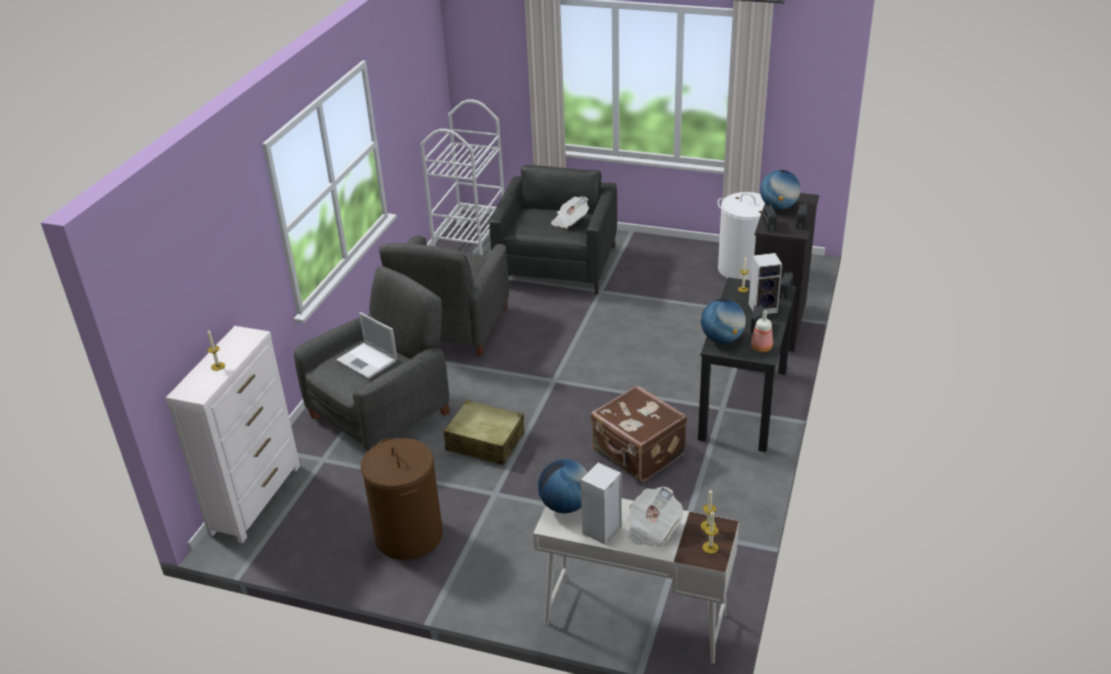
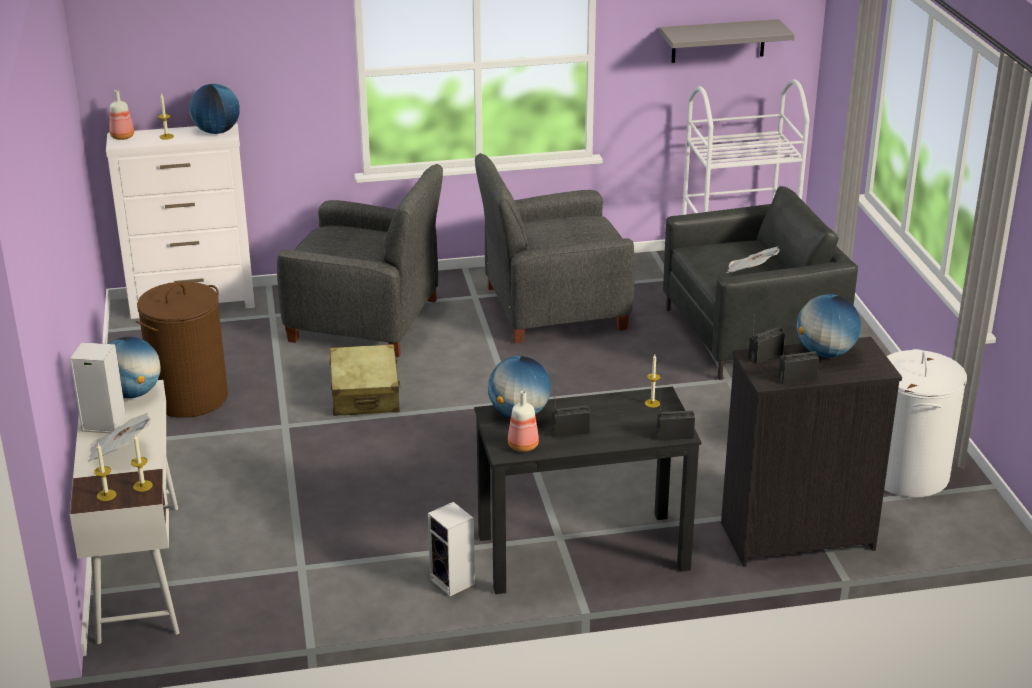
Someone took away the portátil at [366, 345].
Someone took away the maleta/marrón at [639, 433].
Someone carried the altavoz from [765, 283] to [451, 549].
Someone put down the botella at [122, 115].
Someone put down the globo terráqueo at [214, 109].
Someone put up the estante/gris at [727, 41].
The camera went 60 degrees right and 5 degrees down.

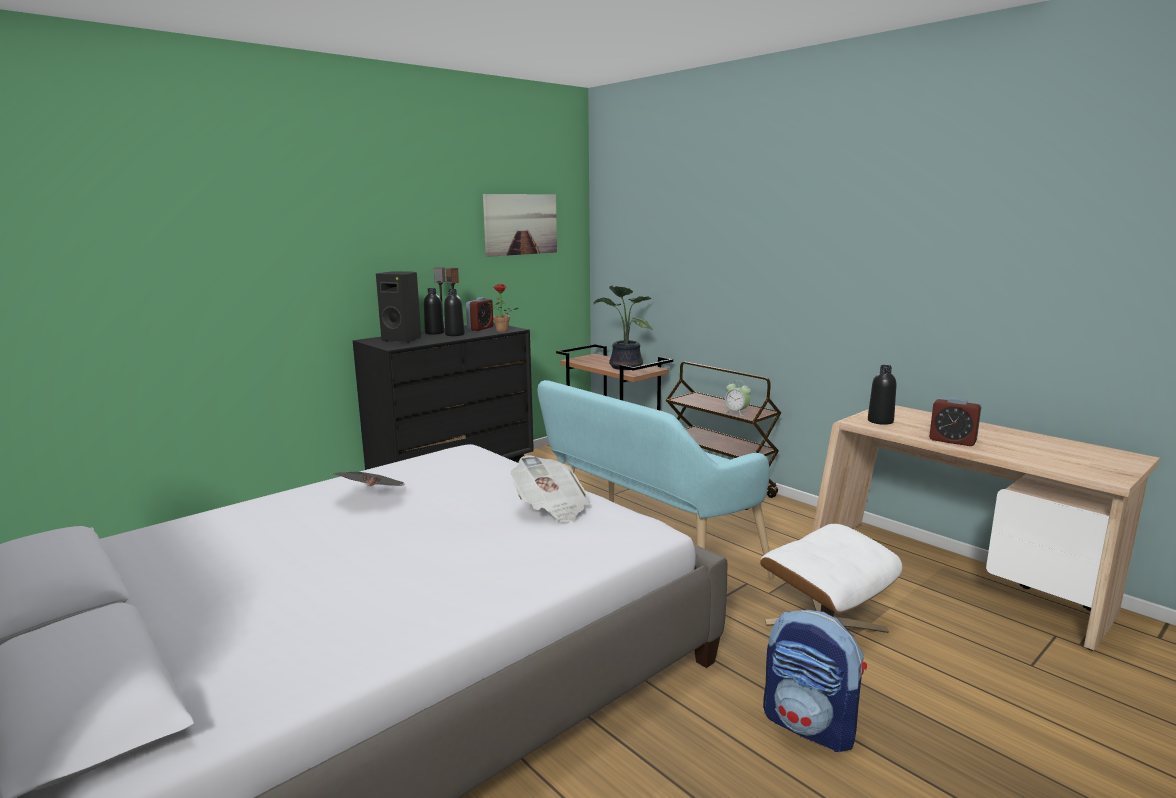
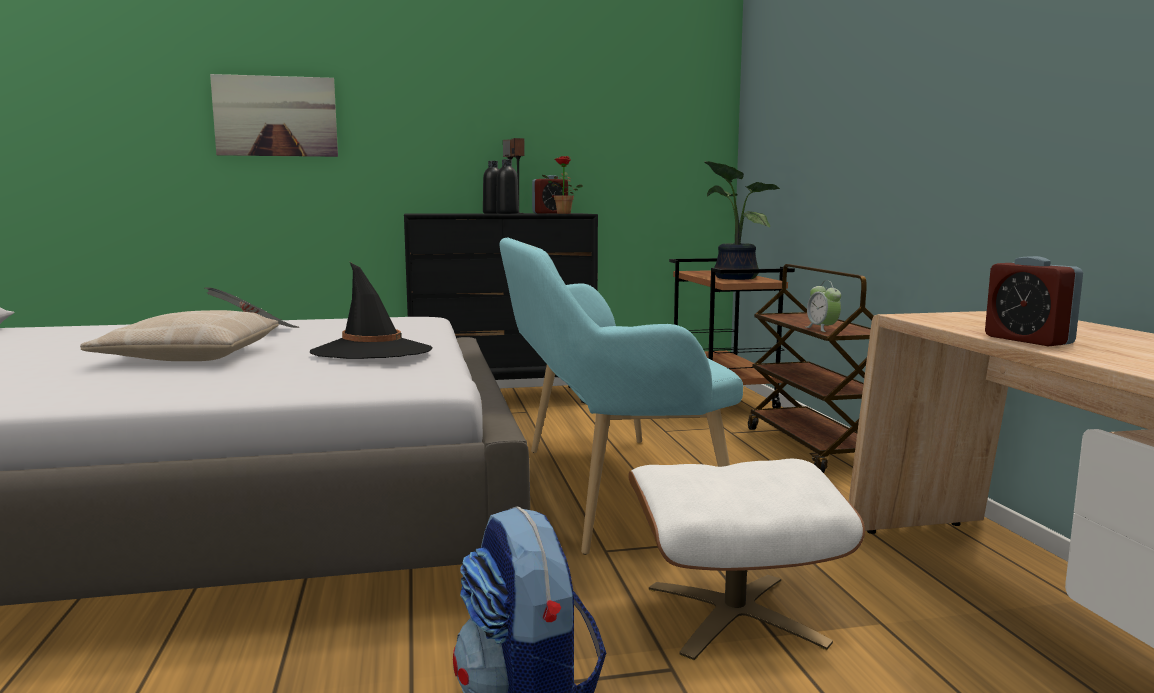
Someone took away the altavoz/negro at [398, 307].
Someone carried the cuadro from [520, 225] to [274, 115].
Someone swapped the periódico at [550, 489] for the sombrero/negro at [371, 310].
Someone took away the botella/negro at [882, 395].
Someone put down the cojín/beis at [179, 335].
The camera went 30 degrees right and 5 degrees down.

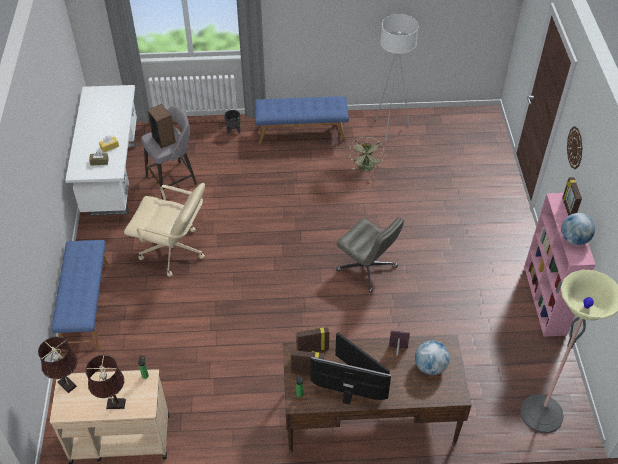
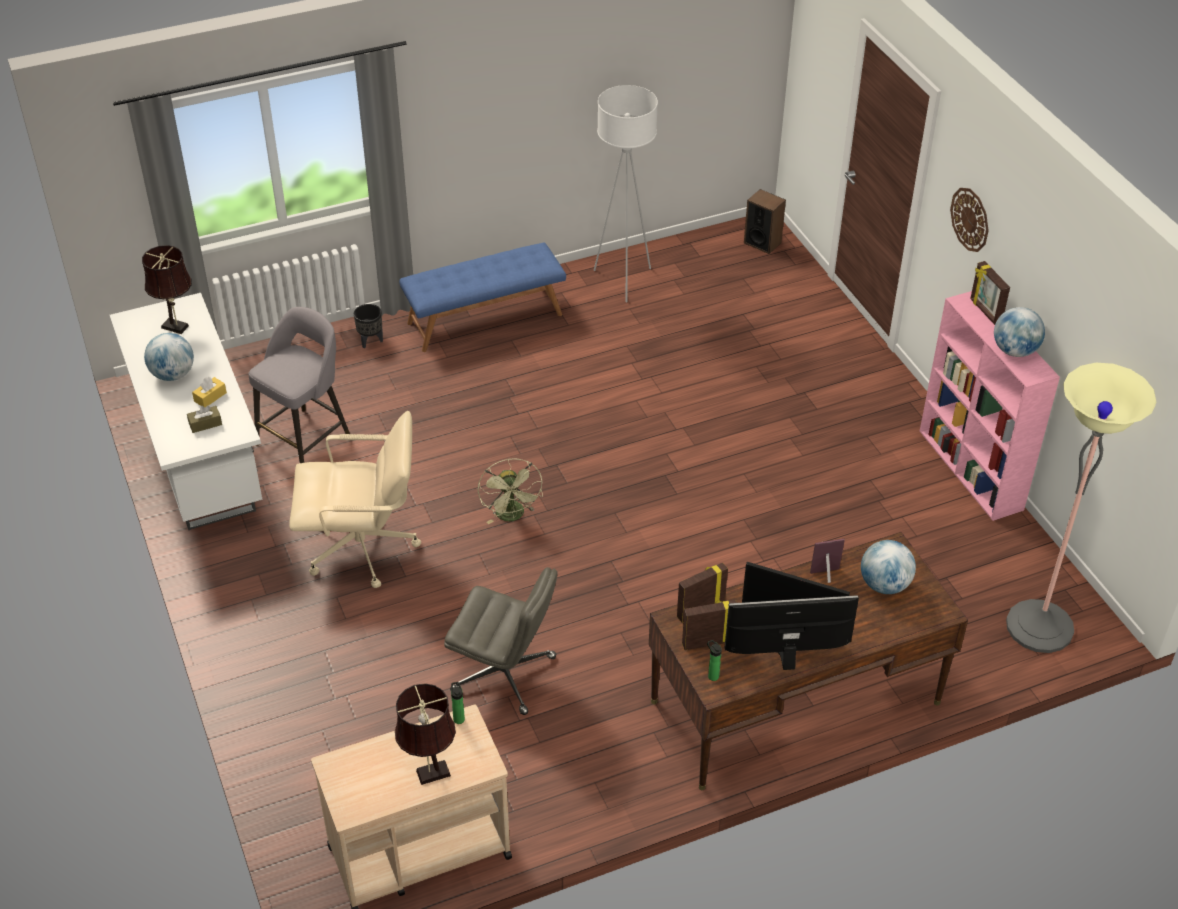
Someone carried the lámpara de mesa/marrón from [58, 365] to [167, 289].
Someone took away the banco/azul at [80, 295].
Someone carried the altavoz from [161, 126] to [765, 221].
Someone carried the silla de oficina/gris from [370, 255] to [500, 641].
Someone carried the ventilador/verde from [367, 154] to [510, 491].
Someone put down the globo terráqueo at [169, 357].
The camera went 20 degrees left and 5 degrees down.

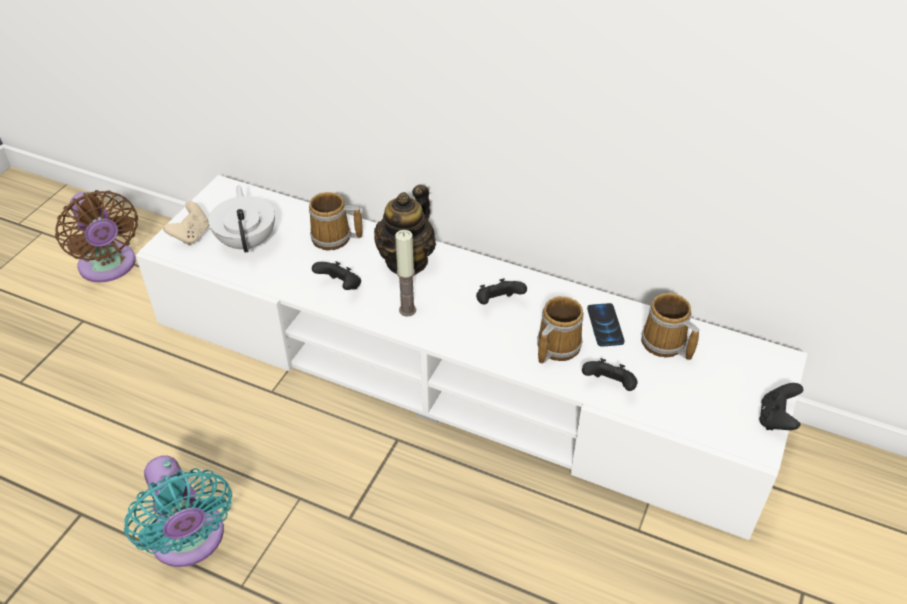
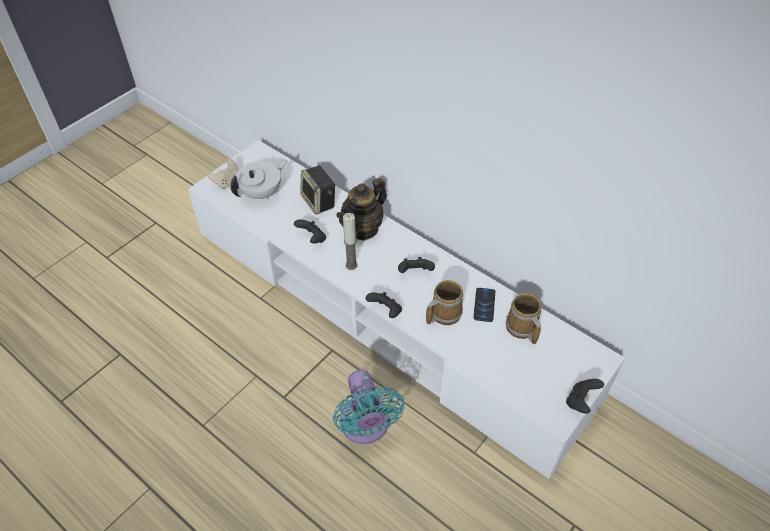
Someone took away the ventilador/marrón at [96, 236].
Someone carried the ventilador/turquesa from [178, 511] to [369, 407].
Someone rotated the tetera/blanco at [241, 219] by 45 degrees clockwise.
Someone swapped the taza grande at [336, 221] for the altavoz at [318, 190].
Someone carried the mando de consola/negro from [609, 374] to [384, 305].
The camera went 15 degrees right and 5 degrees up.

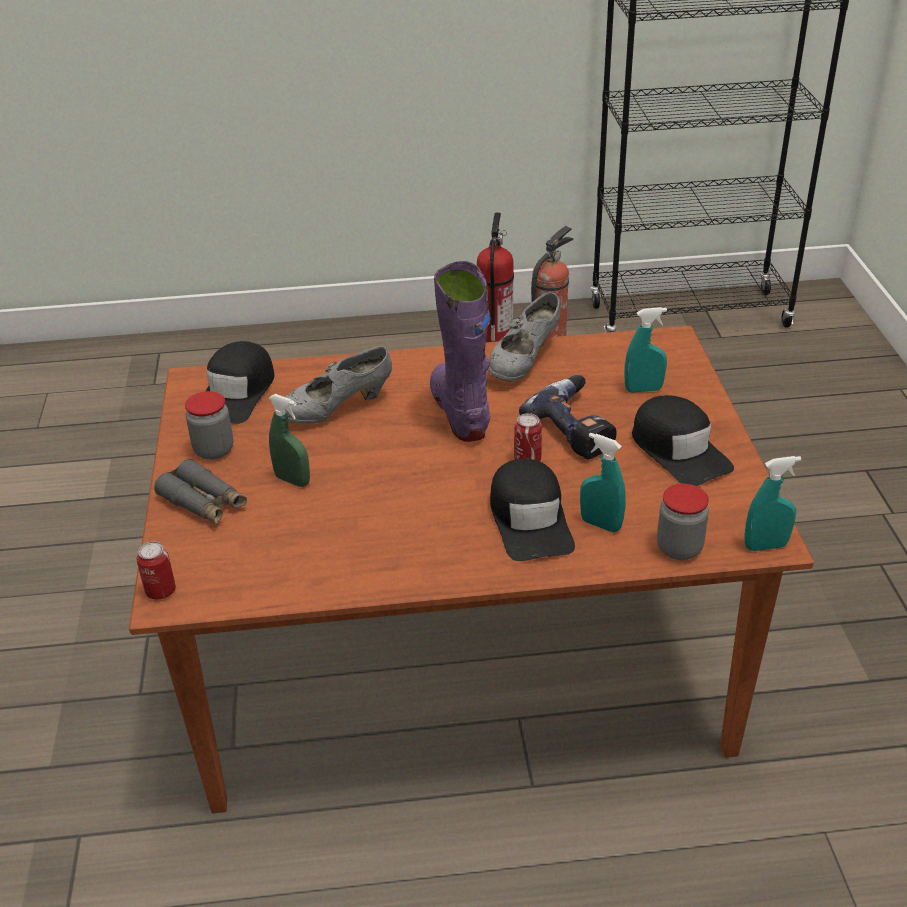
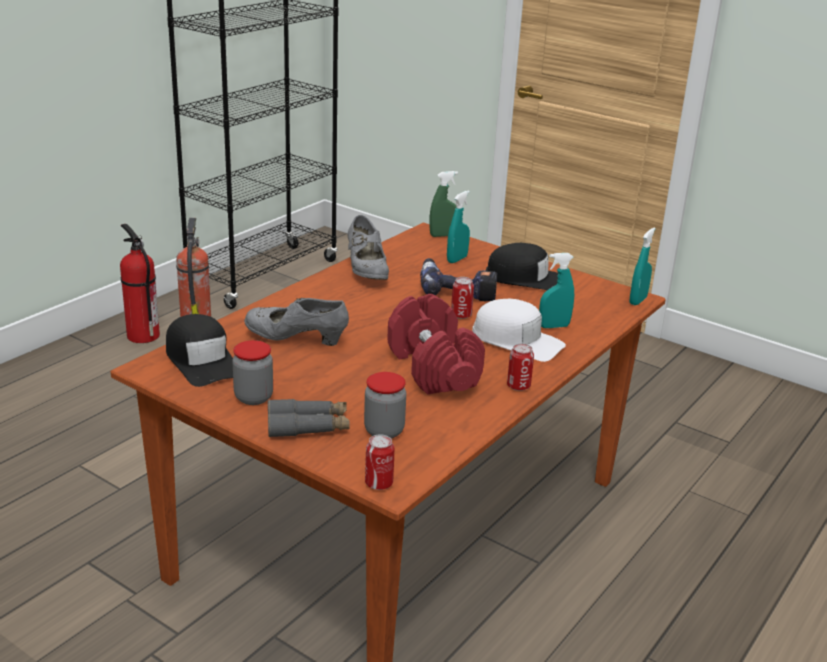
Someone carried the pulverizador/verde from [289, 440] to [444, 204].
Someone rotated the zapato/gris at [338, 385] by 90 degrees clockwise.
Someone took away the bota/morado at [460, 351].
Someone repainted the gorra/negro at [532, 509], which became the gorra/blanco at [519, 330].
Someone carried the tarro from [683, 522] to [385, 405].
Someone put down the mancuerna/rojo at [436, 344].
Someone put down the lata at [520, 367].
The camera went 50 degrees left and 10 degrees down.

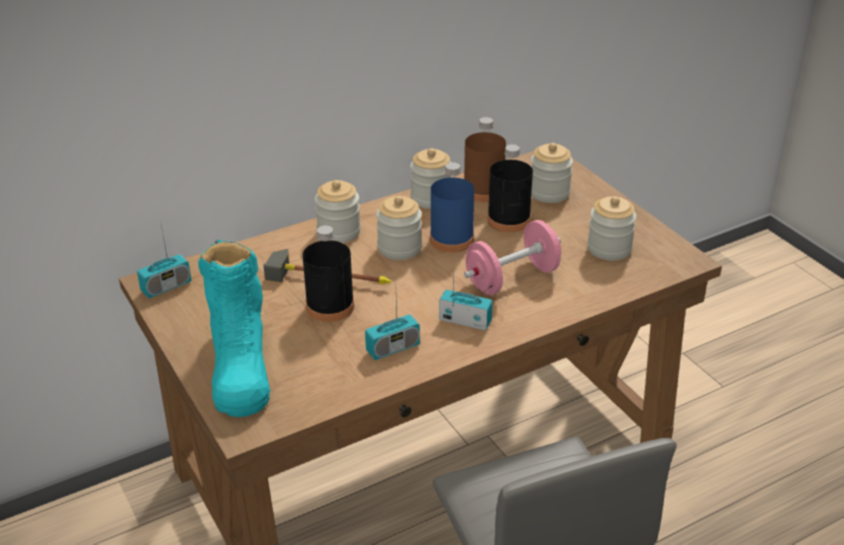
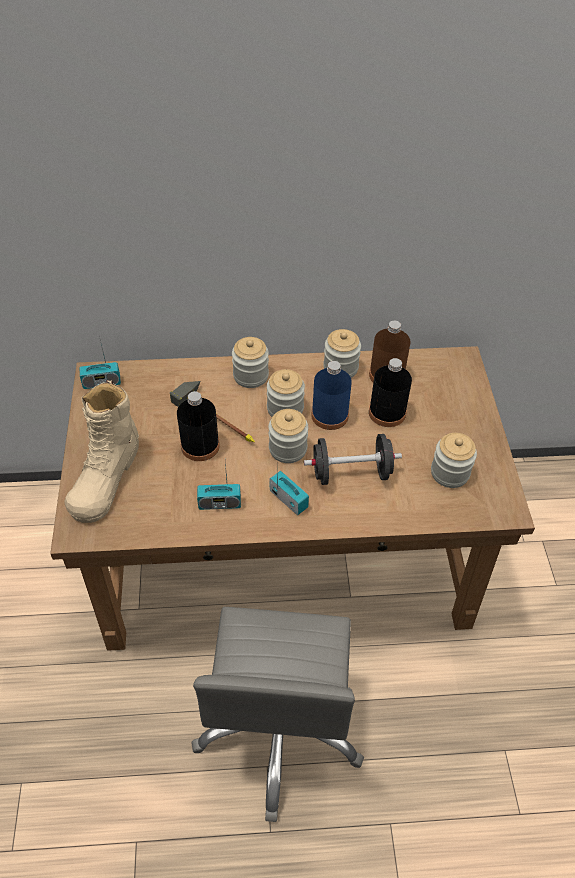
Someone repainted the bota/turquesa at [234, 328], which became the bota/beis at [101, 451].
Someone repainted the mancuerna/rosa at [512, 257], which became the mancuerna/negro at [353, 459].
Someone carried the tarro from [552, 173] to [288, 436].
The camera went 25 degrees right and 15 degrees up.

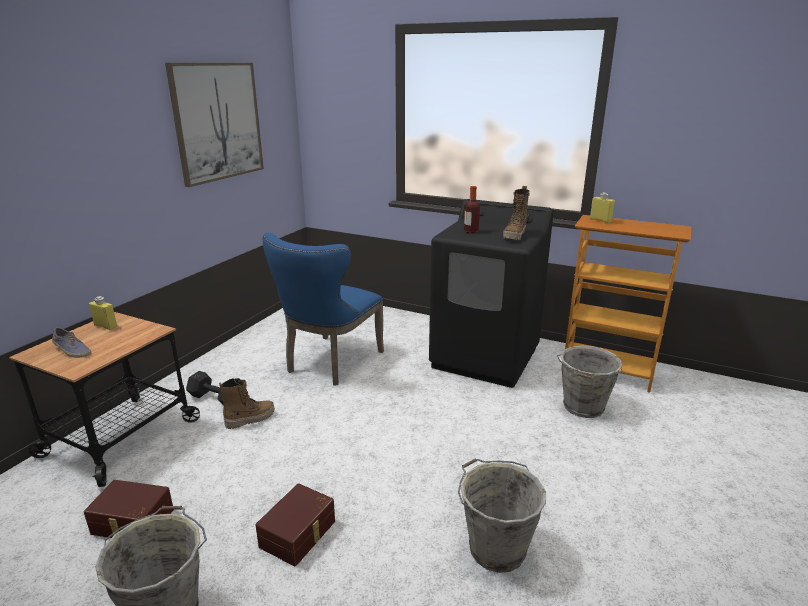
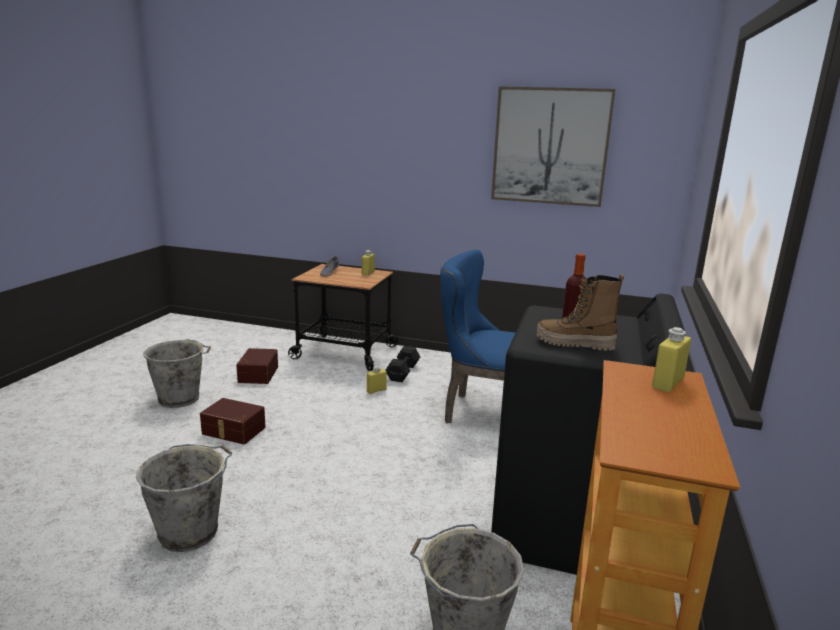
Someone swapped the bota at [247, 403] for the botella/amarillo at [377, 380].
The camera went 80 degrees right and 5 degrees down.

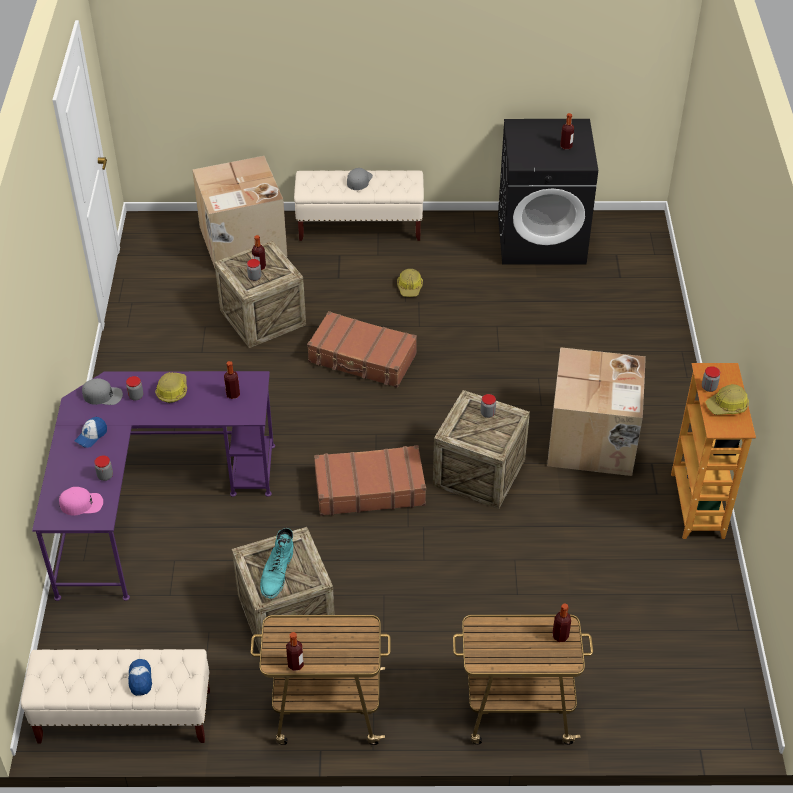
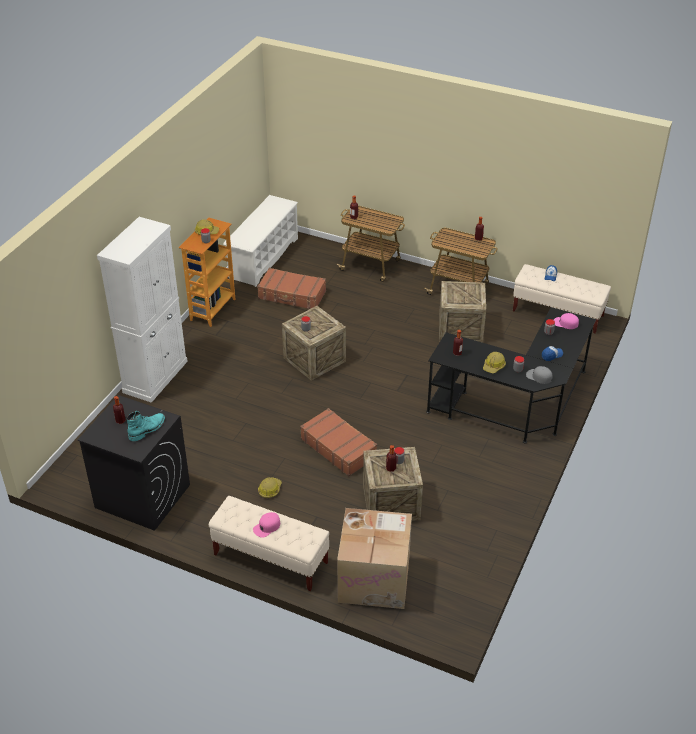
Someone repainted the escritorio/morado at [153, 486], which became the escritorio/negro at [511, 375].
Someone carried the bota/turquesa from [276, 563] to [146, 426].
Someone carried the maleta/marrón from [370, 480] to [291, 288].
Someone repainted the gorra/gris at [360, 179], which became the gorra/rosa at [266, 525].
Someone took away the caja de cartón at [596, 411].
Someone put down the armario/blanco at [142, 310].
Someone put down the zapatero/blanco at [260, 241].
The camera went 155 degrees left and 5 degrees down.

